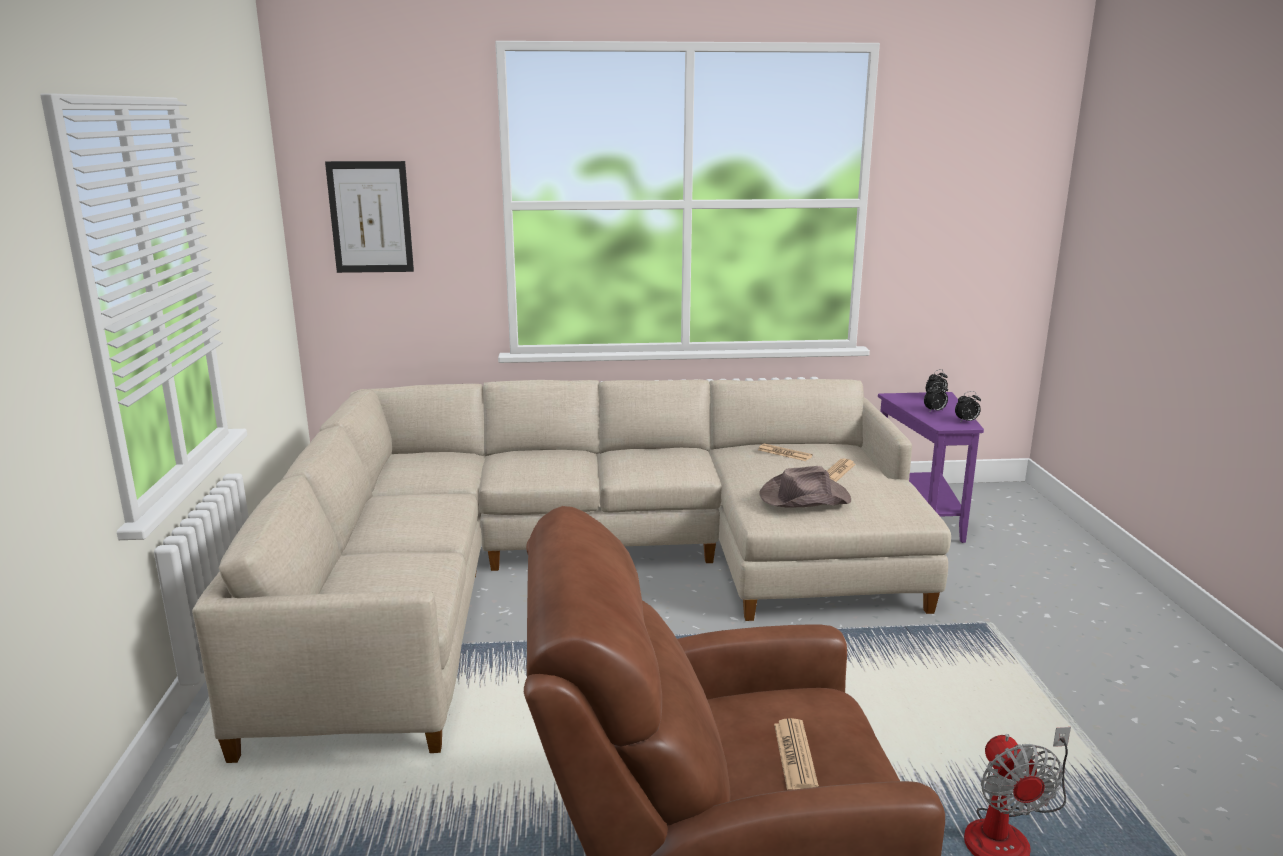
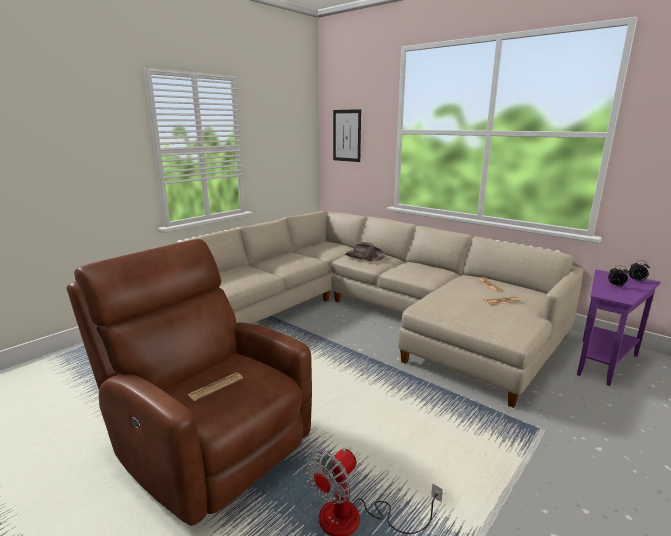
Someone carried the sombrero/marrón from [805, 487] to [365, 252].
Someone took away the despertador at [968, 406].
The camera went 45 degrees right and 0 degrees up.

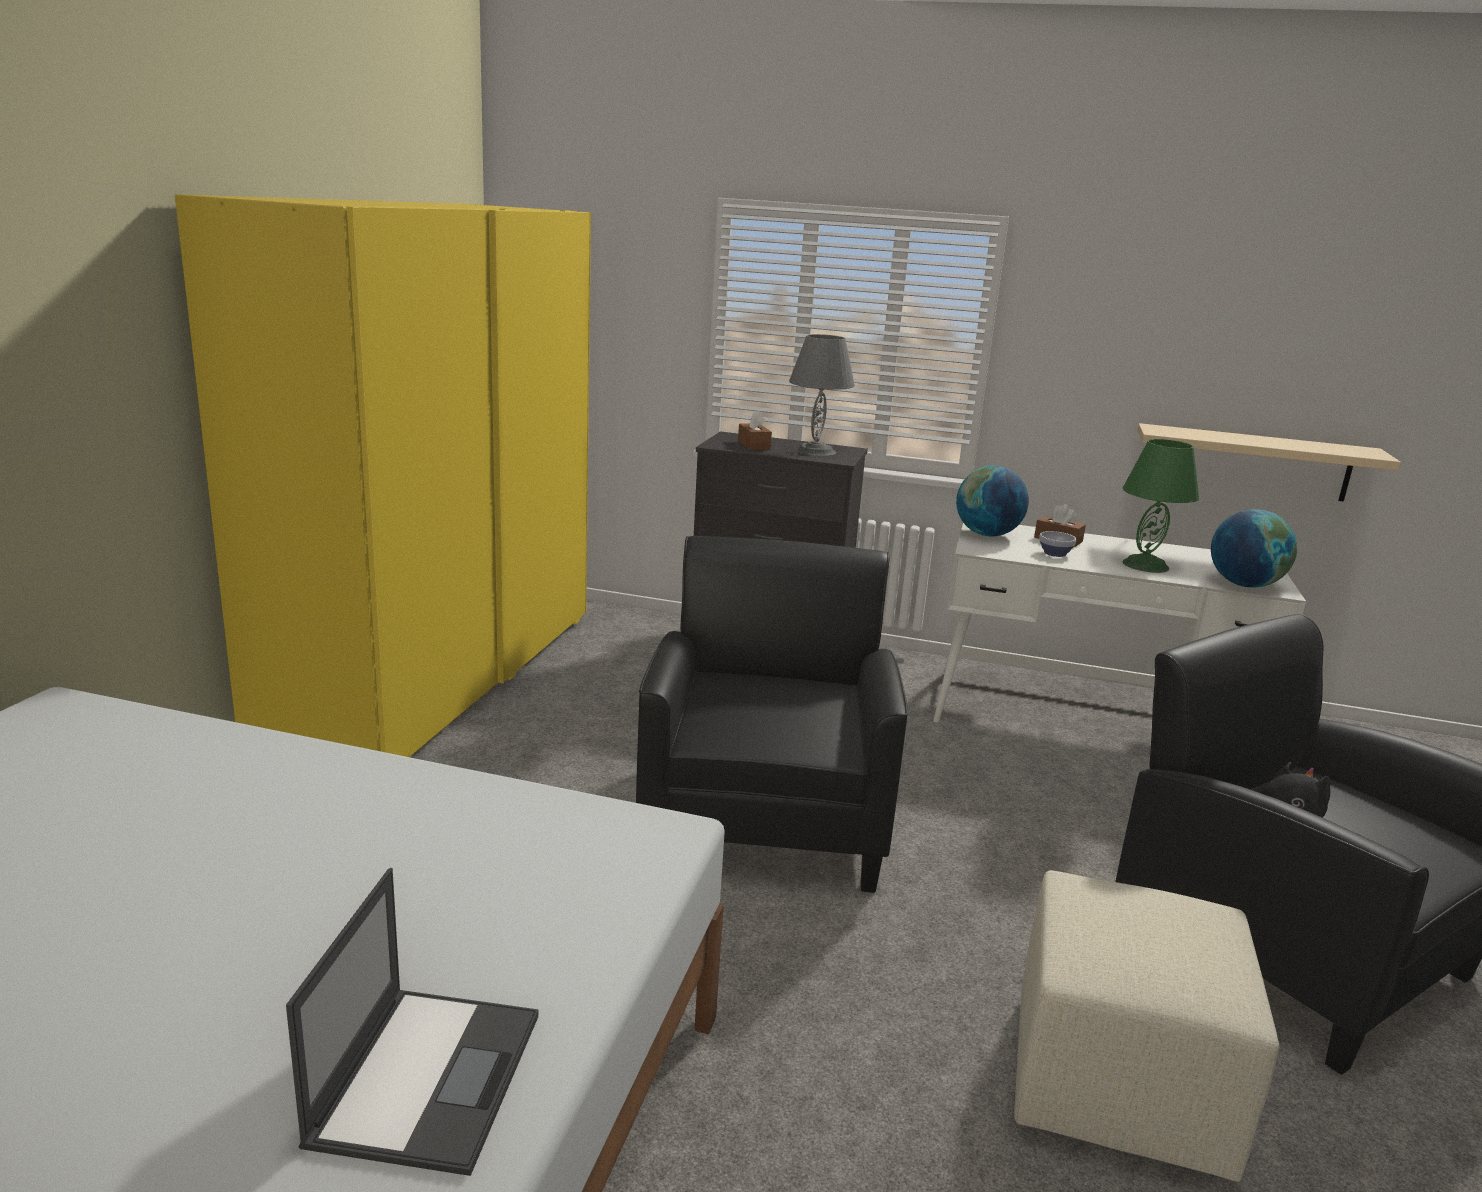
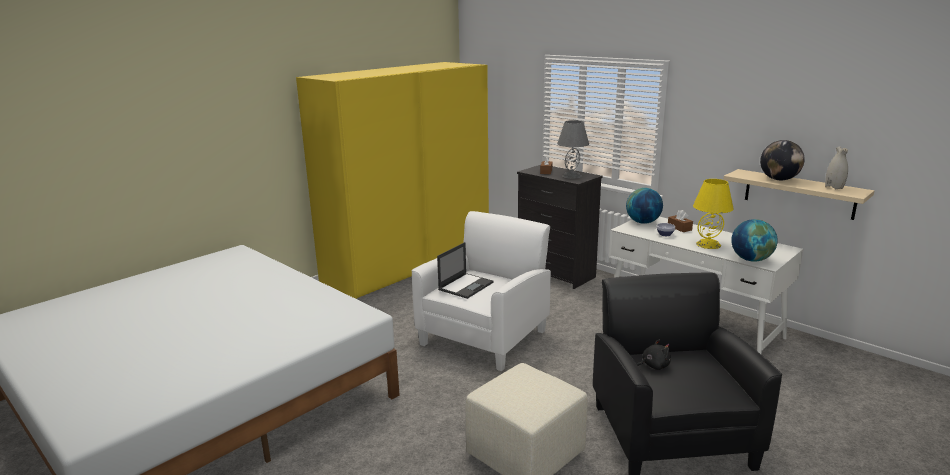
Someone carried the portátil from [412, 1022] to [465, 270].
Someone repainted the sillón/negro at [772, 714], which became the sillón/blanco at [481, 291].
Someone repainted the lámpara de mesa/verde at [1160, 506], which became the lámpara de mesa/amarillo at [713, 214].
Someone put down the globo terráqueo at [782, 160].
Someone put down the florero/blanco at [836, 167].
The camera went 30 degrees right and 0 degrees up.

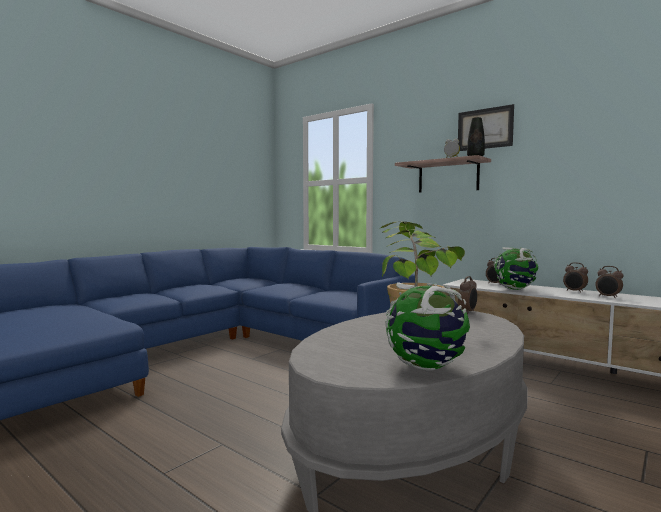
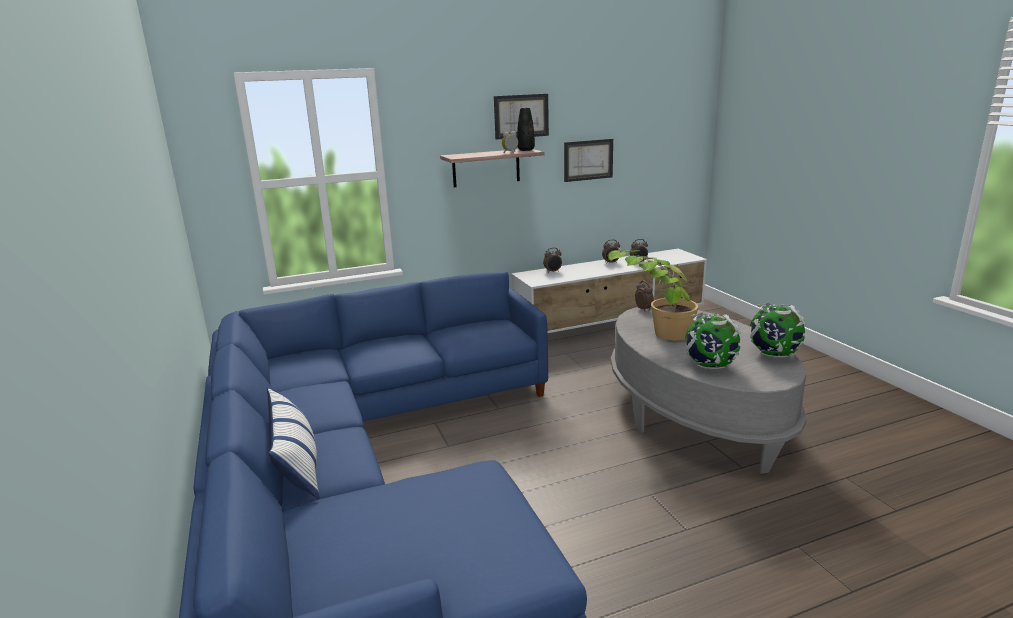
Someone carried the globo terráqueo from [516, 268] to [713, 341].
Someone put down the cojín at [293, 443].
Someone put up the cuadro at [588, 160].
The camera went 60 degrees left and 15 degrees up.

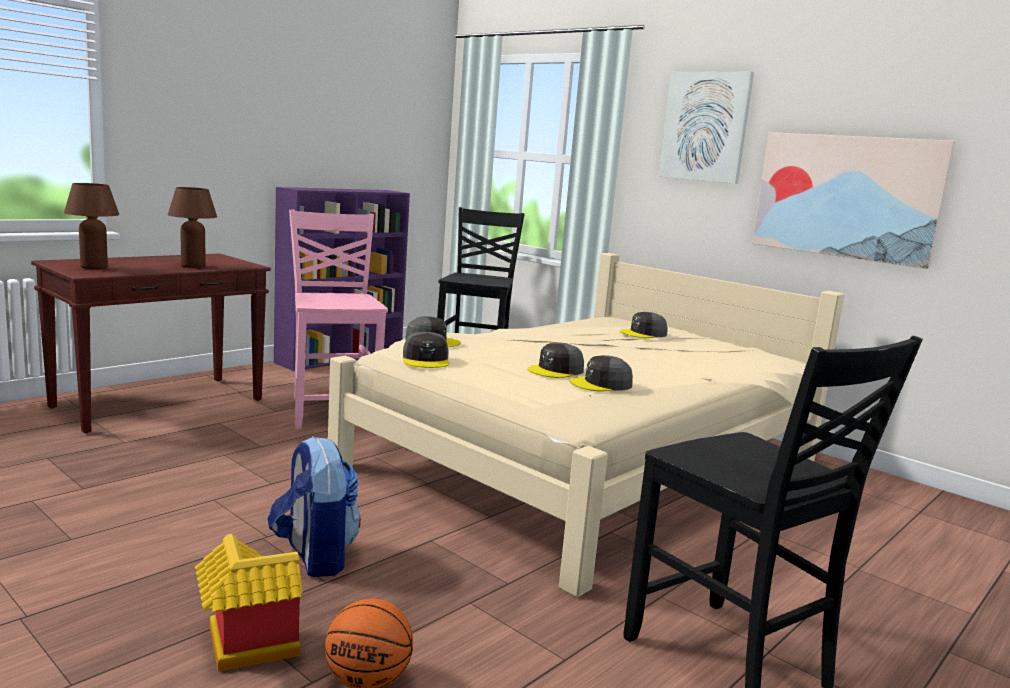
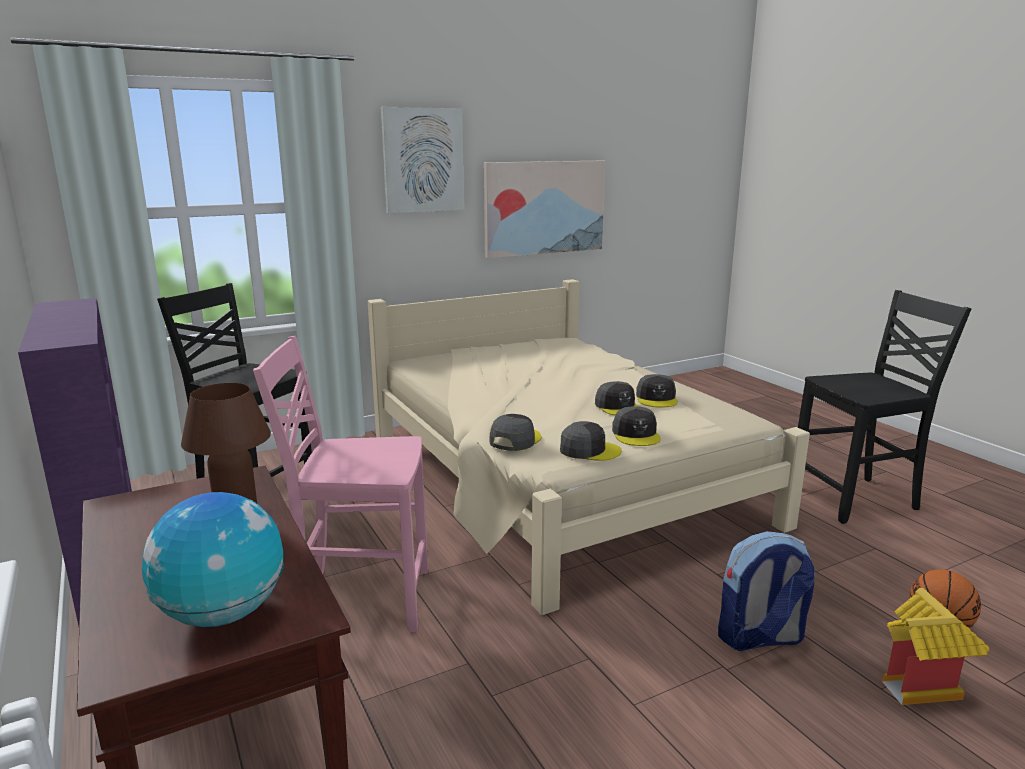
Someone swapped the lámpara de mesa/marrón at [91, 226] for the globo terráqueo at [213, 559].
Someone carried the gorra/gris from [644, 325] to [636, 426].
The camera went 70 degrees left and 5 degrees up.

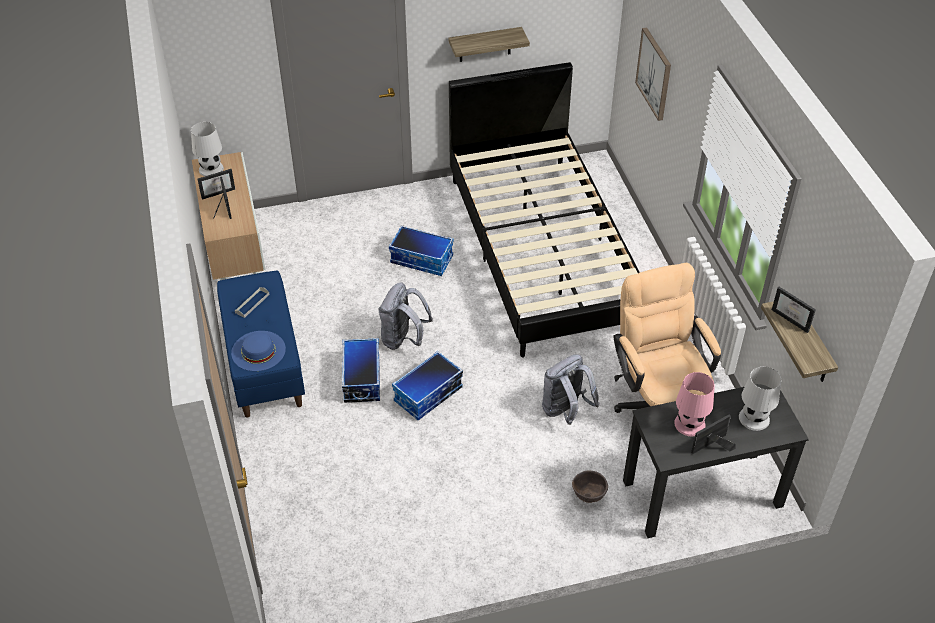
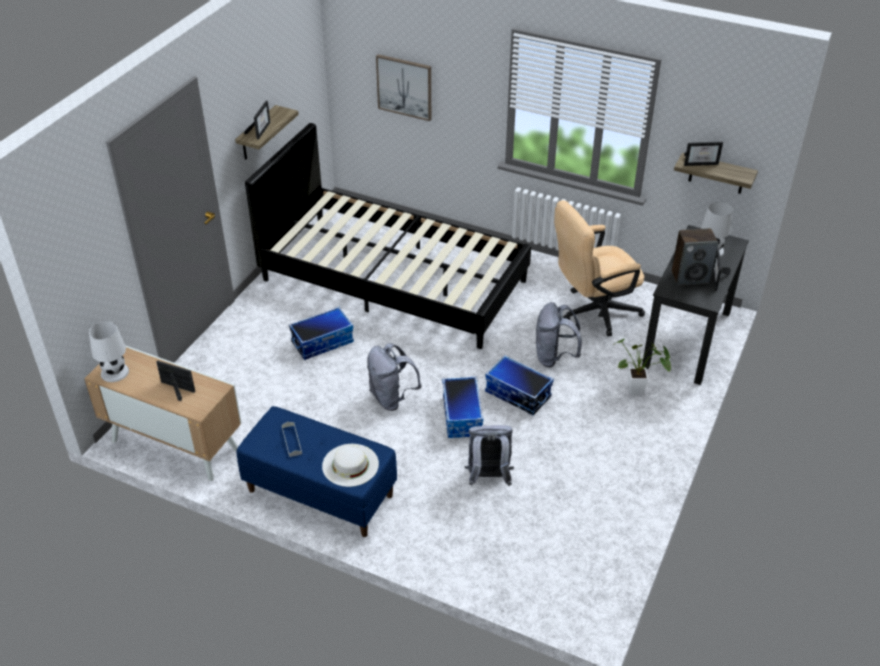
Someone carried the portarretratos from [216, 184] to [257, 120].
Someone repainted the sombrero/azul at [258, 351], which became the sombrero/blanco at [350, 465].
Someone carried the caja de almacenaje from [361, 370] to [519, 385].
Someone swapped the cuenco/marrón at [590, 486] for the planta en maceta at [643, 367].
Someone rotated the silla de oficina/beis at [667, 338] by 45 degrees counterclockwise.
Someone swapped the lámpara de mesa/rosa at [694, 404] for the altavoz at [695, 257].
Someone put down the mochila/gris at [489, 455].
The camera went 50 degrees left and 5 degrees down.

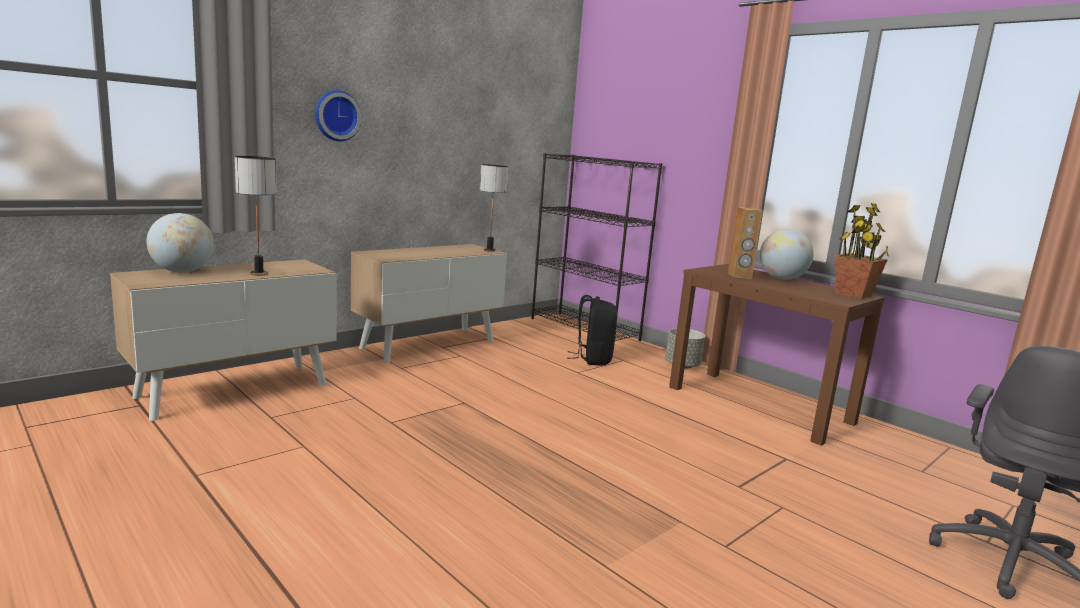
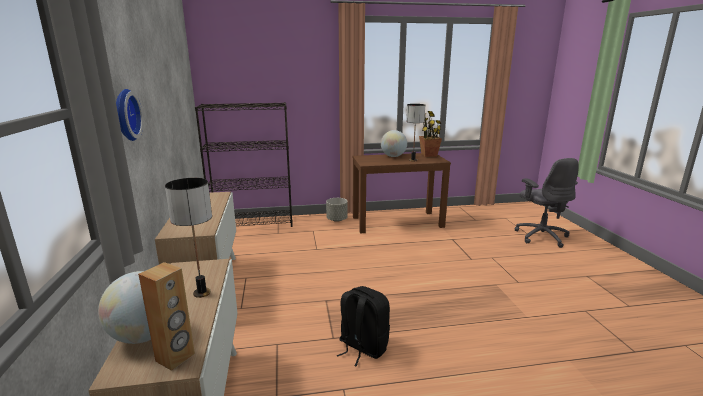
Someone carried the lámpara de mesa from [494, 208] to [415, 132].
Someone carried the mochila/negro from [592, 330] to [363, 326].
Someone carried the altavoz/marrón from [745, 243] to [166, 316].
The camera went 55 degrees left and 5 degrees up.

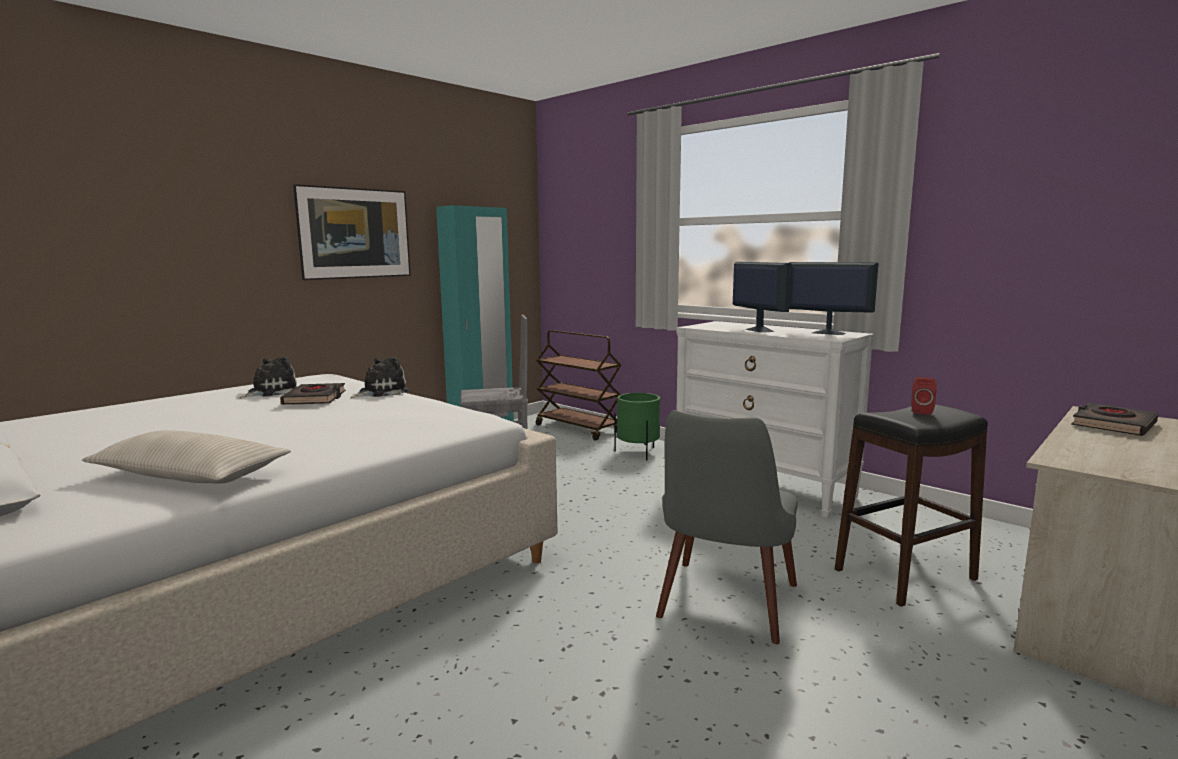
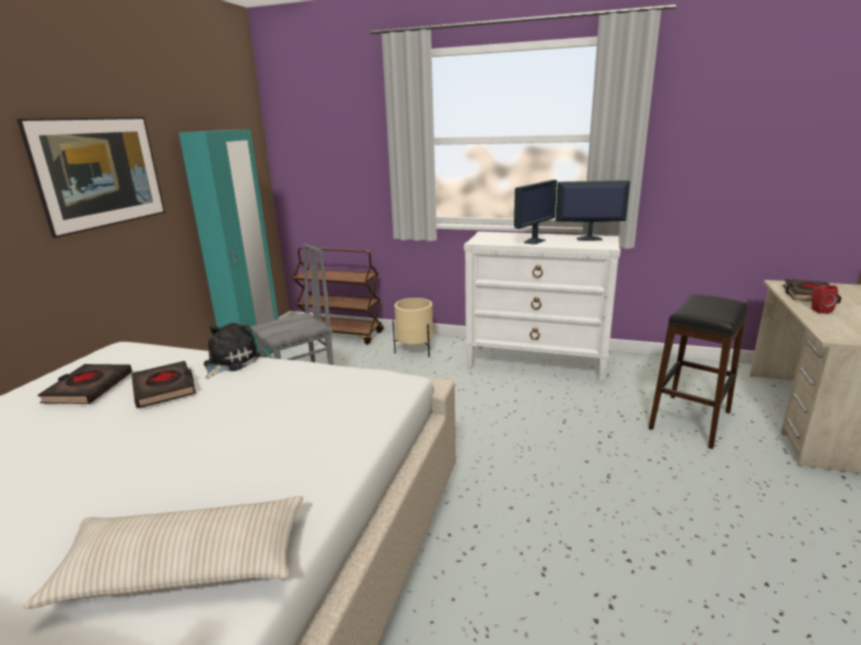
Someone swapped the peluche at [268, 378] for the libro/negro at [85, 384].
Someone repainted the maceta/verde at [637, 427], which became the maceta/beis at [413, 327].
Someone took away the silla/gris at [727, 527].
Someone rotated the monitor at [762, 297] by 90 degrees clockwise.
Someone carried the altavoz/rojo from [924, 396] to [824, 299].
The camera went 25 degrees left and 10 degrees up.

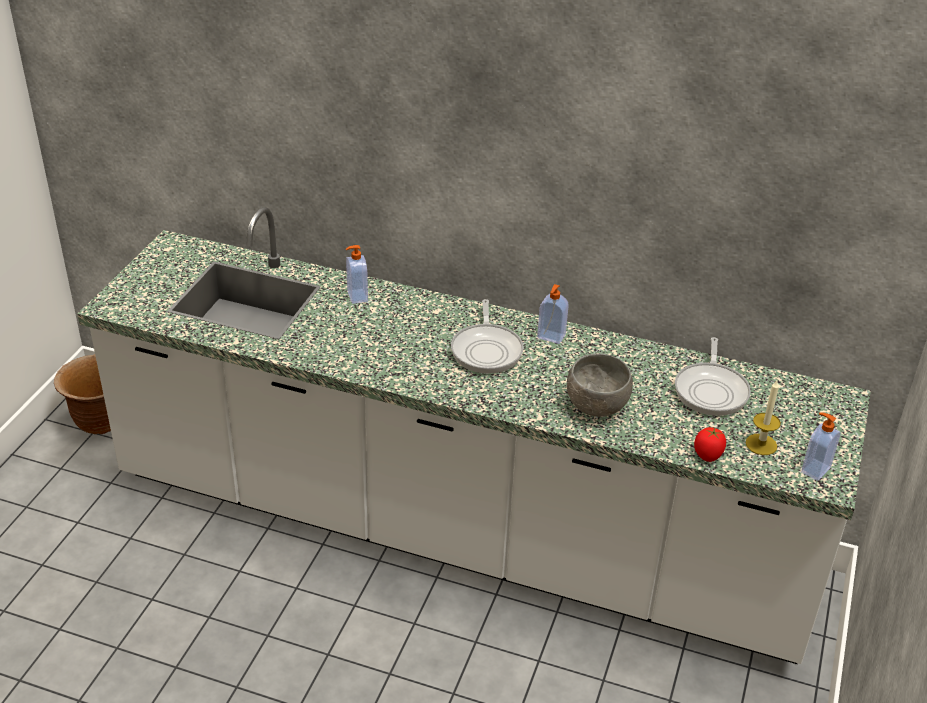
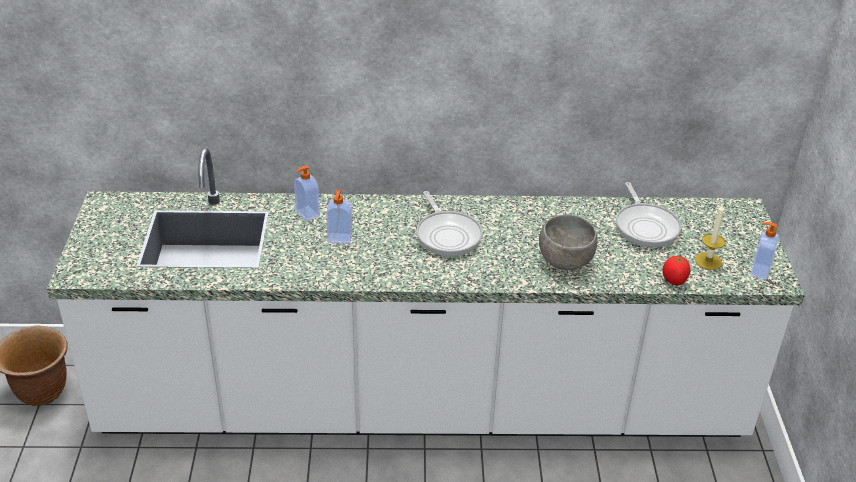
Someone carried the dispensador de jabón from [553, 314] to [339, 217].
The camera went 20 degrees left and 0 degrees up.

